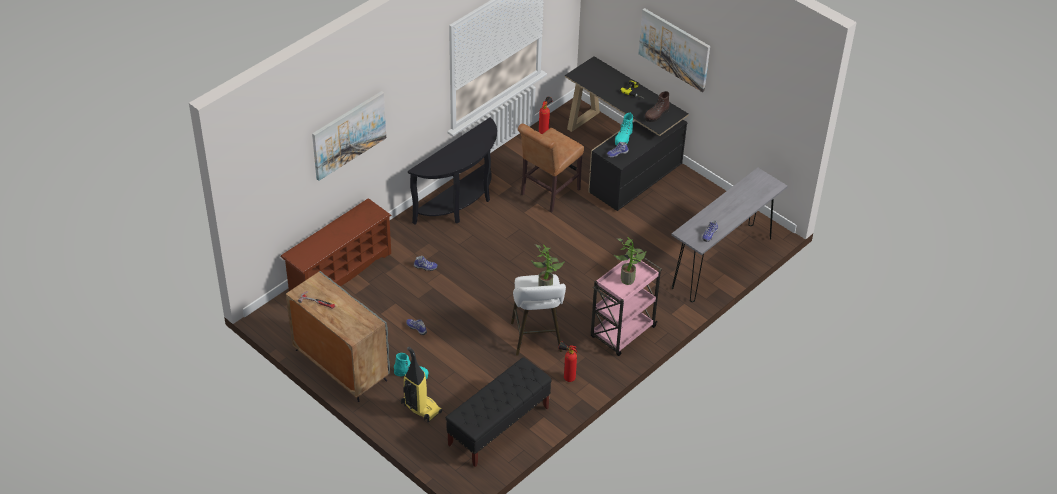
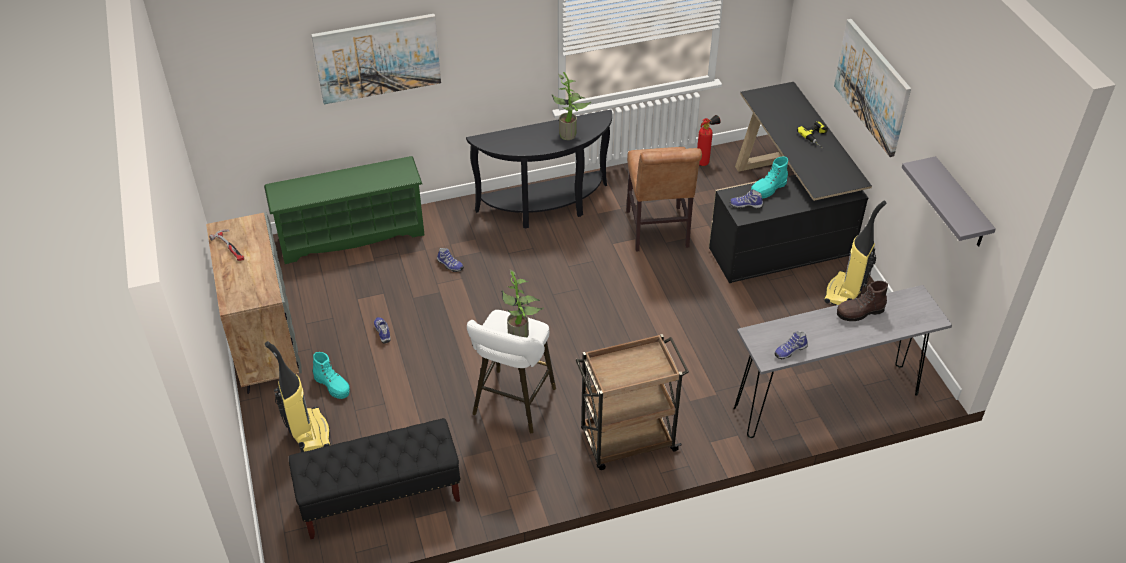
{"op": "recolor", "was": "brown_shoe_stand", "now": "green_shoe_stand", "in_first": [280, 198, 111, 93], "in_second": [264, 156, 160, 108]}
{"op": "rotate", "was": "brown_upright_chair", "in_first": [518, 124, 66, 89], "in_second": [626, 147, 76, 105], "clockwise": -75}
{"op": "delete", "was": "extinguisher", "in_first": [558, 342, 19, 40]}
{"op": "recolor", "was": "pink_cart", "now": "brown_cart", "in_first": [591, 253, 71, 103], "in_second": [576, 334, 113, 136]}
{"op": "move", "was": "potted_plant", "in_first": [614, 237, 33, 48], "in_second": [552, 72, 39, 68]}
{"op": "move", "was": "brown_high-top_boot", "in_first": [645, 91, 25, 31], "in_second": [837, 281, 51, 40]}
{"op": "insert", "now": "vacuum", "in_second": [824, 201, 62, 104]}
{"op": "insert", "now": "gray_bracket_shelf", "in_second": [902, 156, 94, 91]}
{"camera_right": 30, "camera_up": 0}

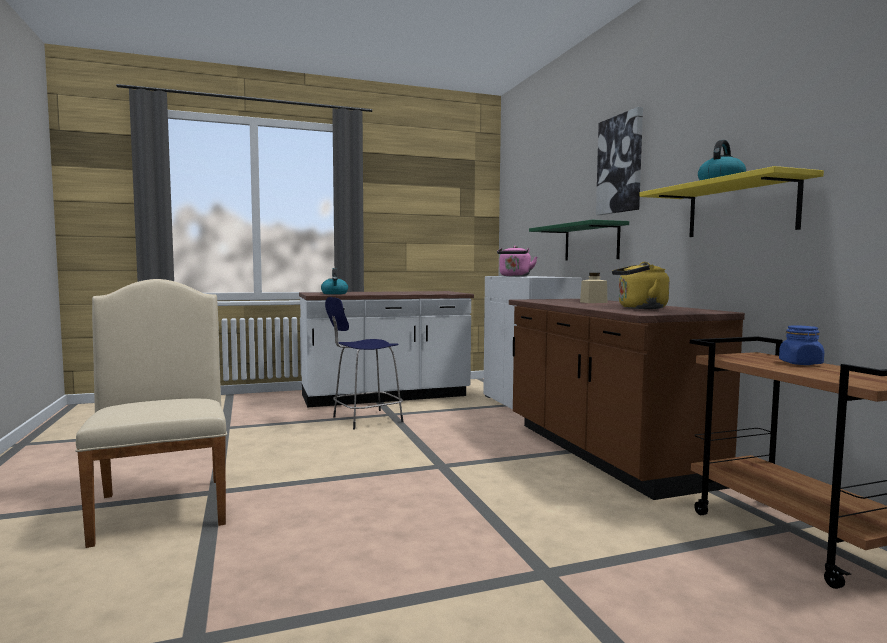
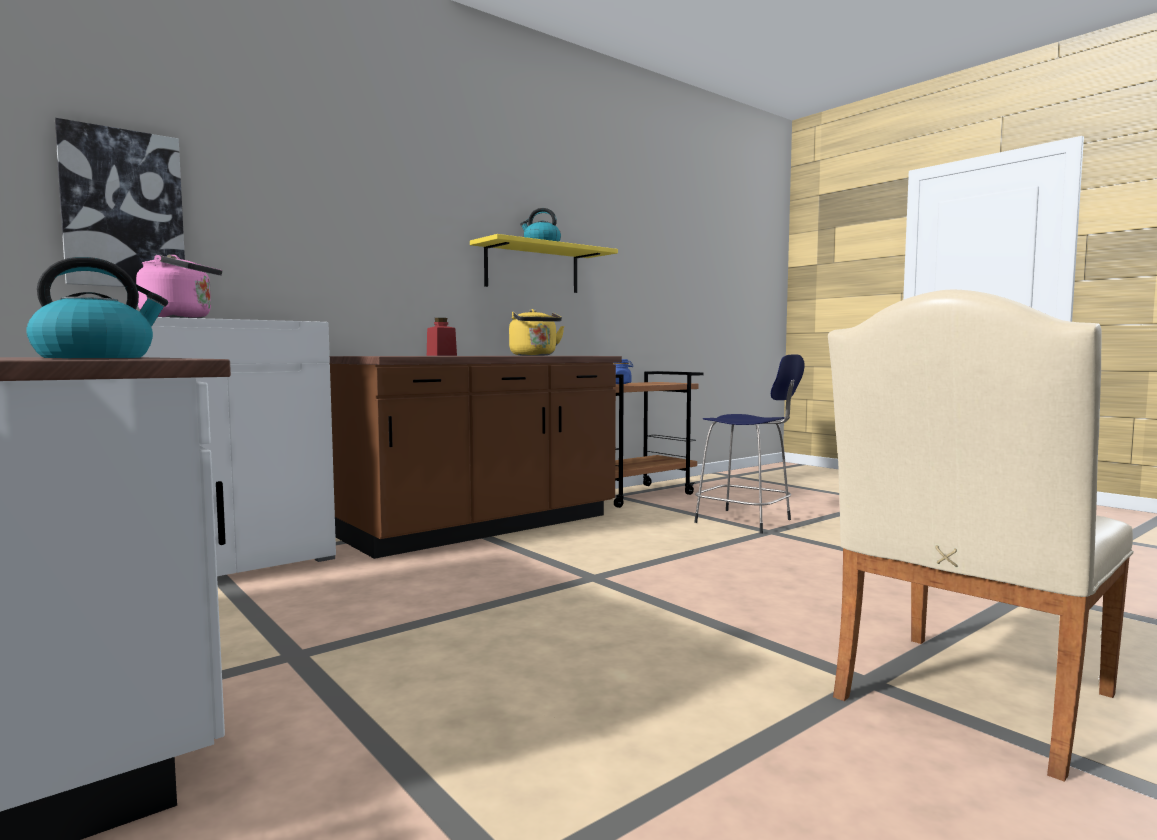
{"op": "move", "was": "bluish_stool_seat", "in_first": [325, 297, 78, 133], "in_second": [694, 354, 111, 180]}
{"op": "delete", "was": "green_bracket_shelf", "in_first": [529, 220, 100, 41]}
{"op": "recolor", "was": "beige-coloured_storage_jar", "now": "reddish_storage_jar", "in_first": [580, 273, 27, 30], "in_second": [427, 318, 30, 38]}
{"op": "move", "was": "picture", "in_first": [596, 107, 47, 108], "in_second": [55, 118, 130, 169]}
{"camera_right": -110, "camera_up": 0}

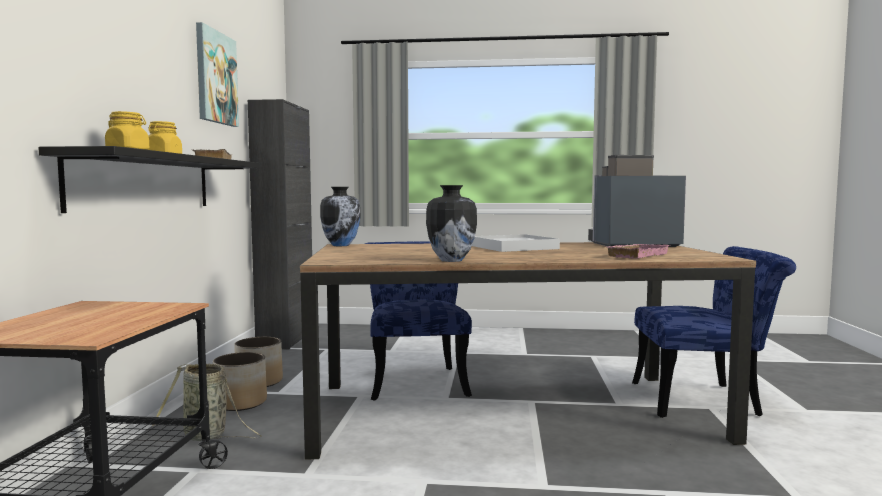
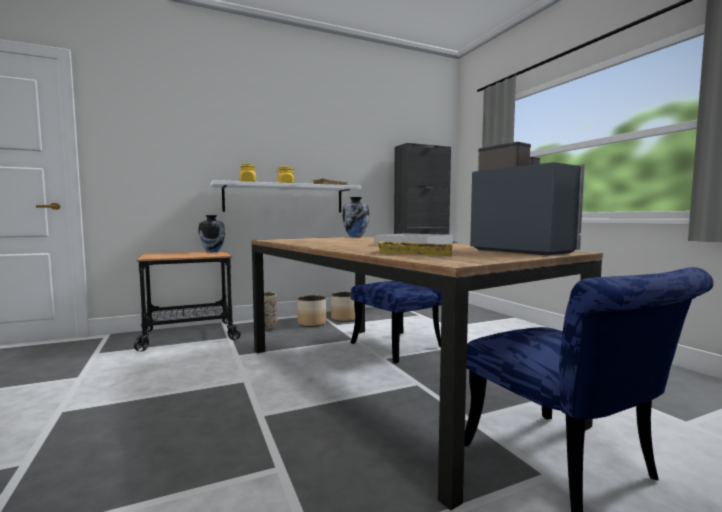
{"op": "recolor", "was": "black_bracket_shelf", "now": "whitish_bracket_shelf", "in_first": [38, 146, 222, 67], "in_second": [210, 180, 152, 33]}
{"op": "delete", "was": "picture", "in_first": [196, 22, 43, 105]}
{"op": "move", "was": "decorative_vase", "in_first": [426, 185, 51, 77], "in_second": [199, 215, 26, 37]}
{"op": "recolor", "was": "pink_tray", "now": "yellow_tray", "in_first": [607, 244, 62, 14], "in_second": [376, 241, 78, 15]}
{"camera_right": 60, "camera_up": 0}

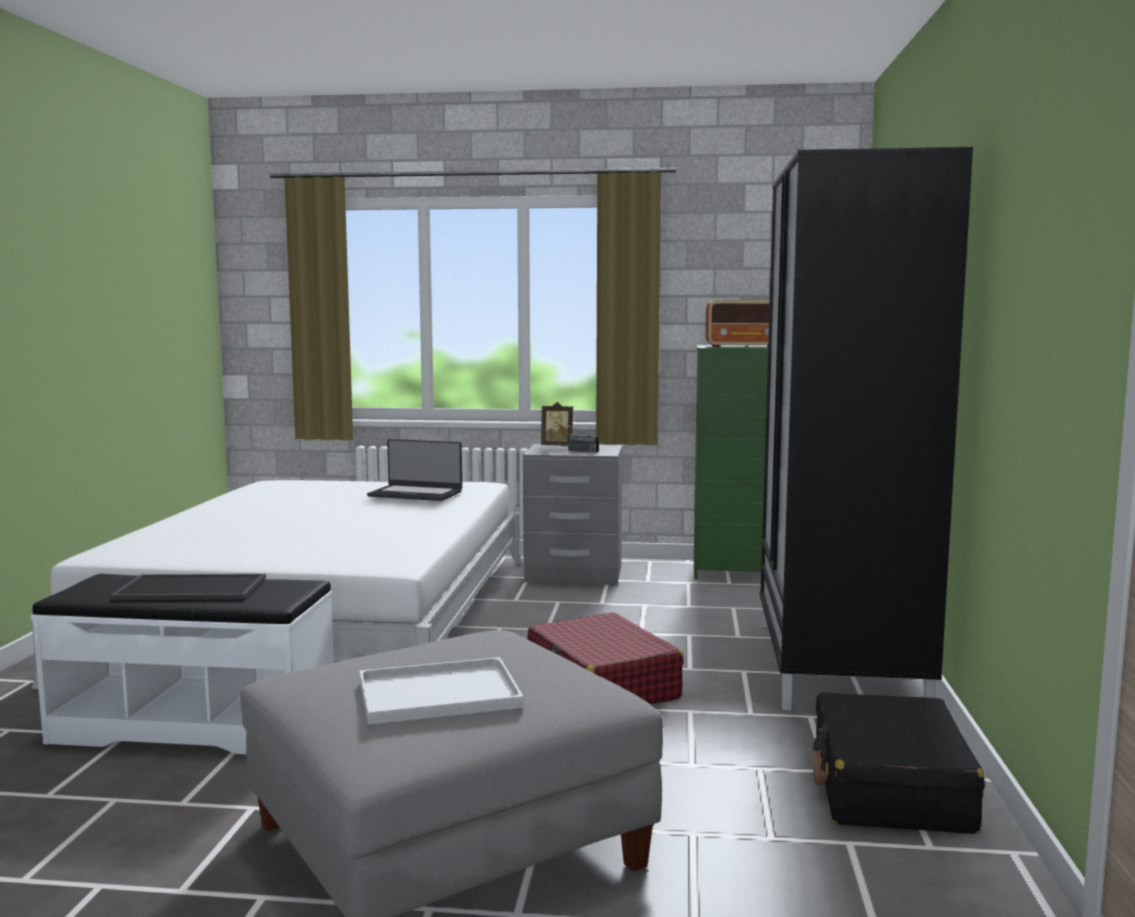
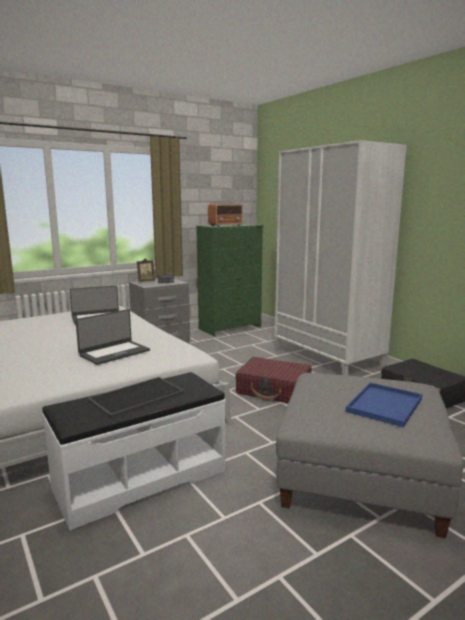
{"op": "recolor", "was": "whitish_tray", "now": "bluish_tray", "in_first": [359, 657, 165, 67], "in_second": [346, 383, 76, 44]}
{"op": "recolor", "was": "black_clothes_cupboard", "now": "whitish_clothes_cupboard", "in_first": [760, 147, 213, 563], "in_second": [274, 140, 133, 236]}
{"op": "insert", "now": "notebook_computer", "in_second": [76, 309, 74, 56]}
{"camera_right": -40, "camera_up": 5}

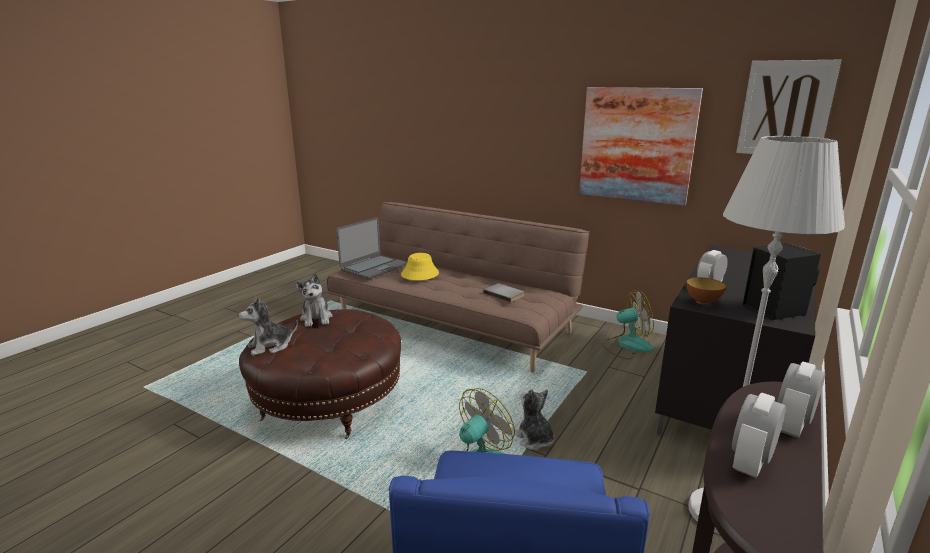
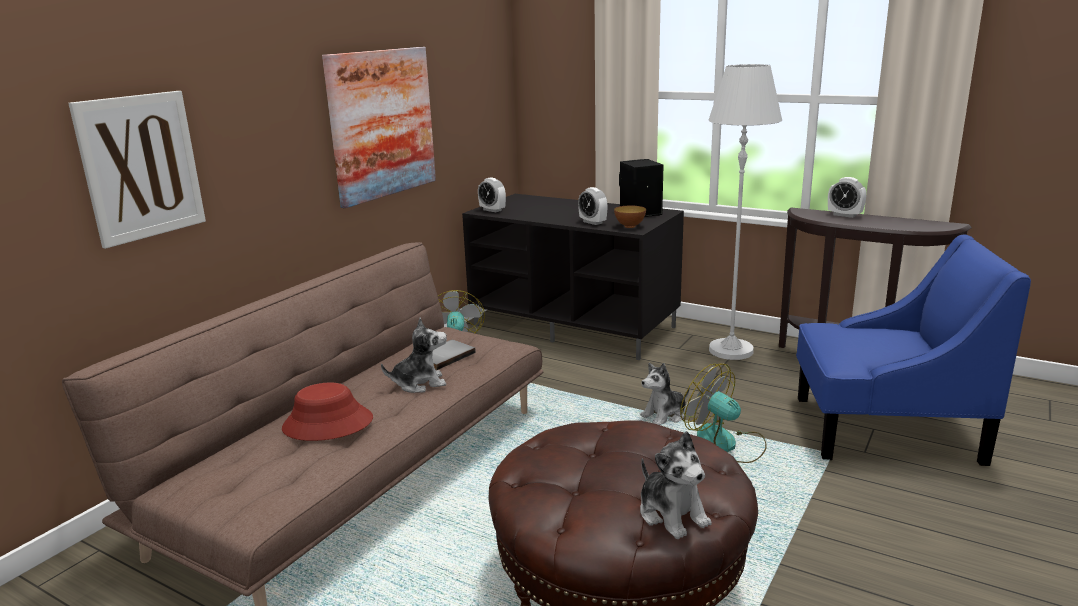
{"op": "move", "was": "cuddly_toy", "in_first": [295, 273, 38, 54], "in_second": [381, 317, 66, 76]}
{"op": "delete", "was": "notebook_computer", "in_first": [336, 218, 71, 61]}
{"op": "recolor", "was": "yellow_hat", "now": "reddish_hat", "in_first": [401, 253, 38, 27], "in_second": [282, 383, 91, 58]}
{"op": "move", "was": "alarm_clock", "in_first": [732, 393, 54, 86], "in_second": [478, 178, 28, 34]}
{"op": "move", "was": "picture", "in_first": [736, 60, 106, 94], "in_second": [68, 91, 138, 158]}
{"camera_right": -90, "camera_up": 0}

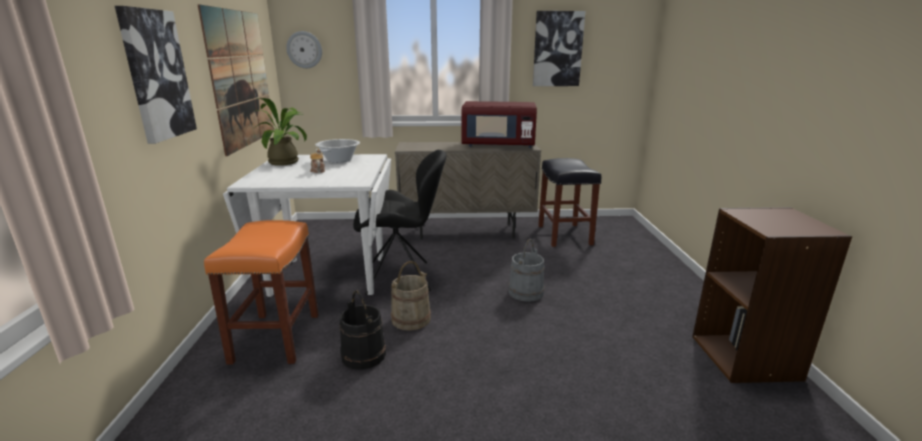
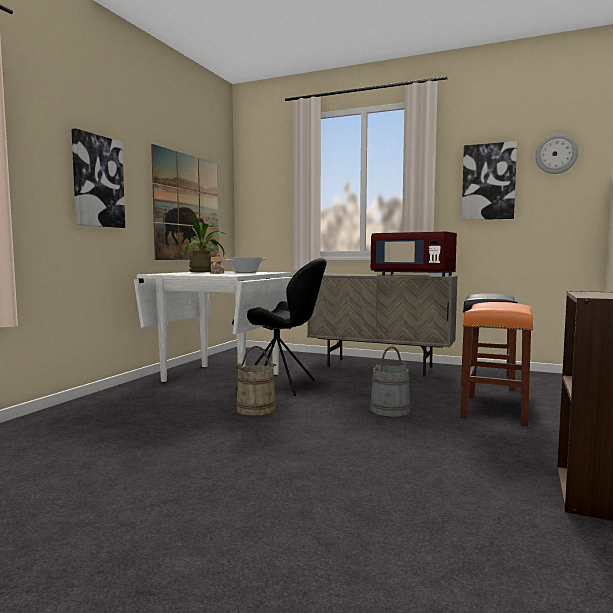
{"op": "move", "was": "orangey_stool_seat", "in_first": [204, 220, 115, 145], "in_second": [460, 302, 73, 124]}
{"op": "move", "was": "wall_clock", "in_first": [286, 31, 36, 37], "in_second": [535, 134, 43, 40]}
{"op": "delete", "was": "black_water_bucket", "in_first": [340, 290, 46, 80]}
{"camera_right": 25, "camera_up": -15}

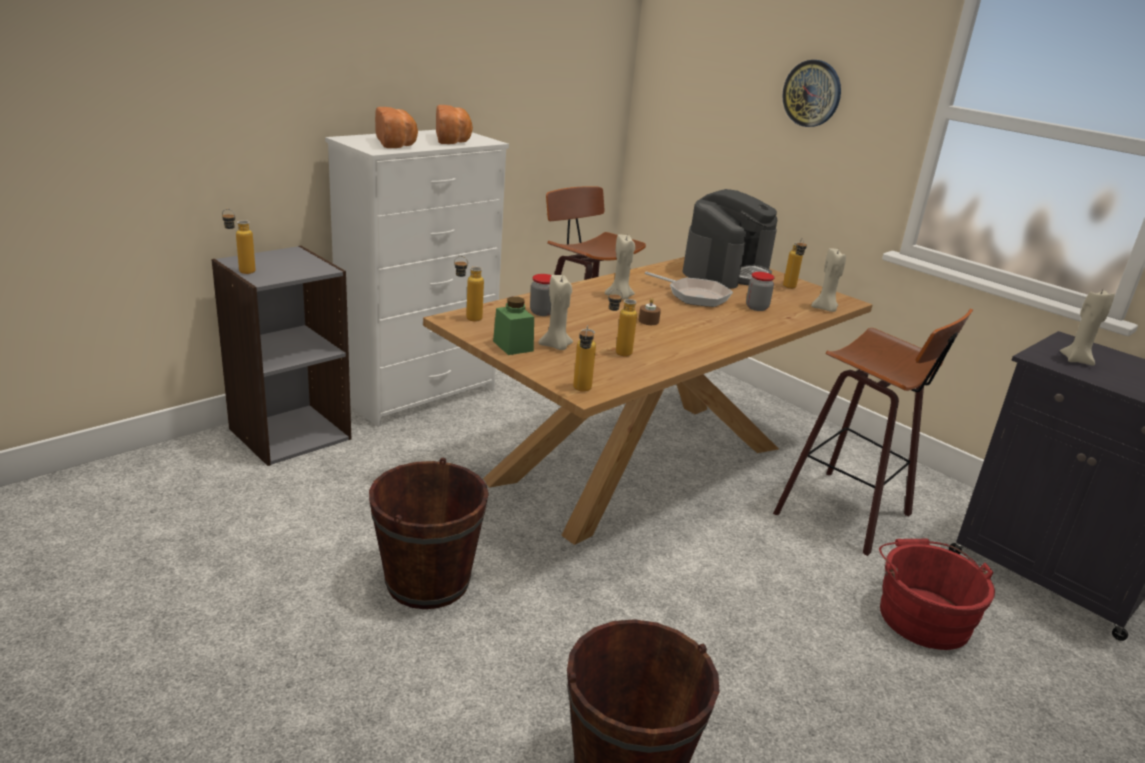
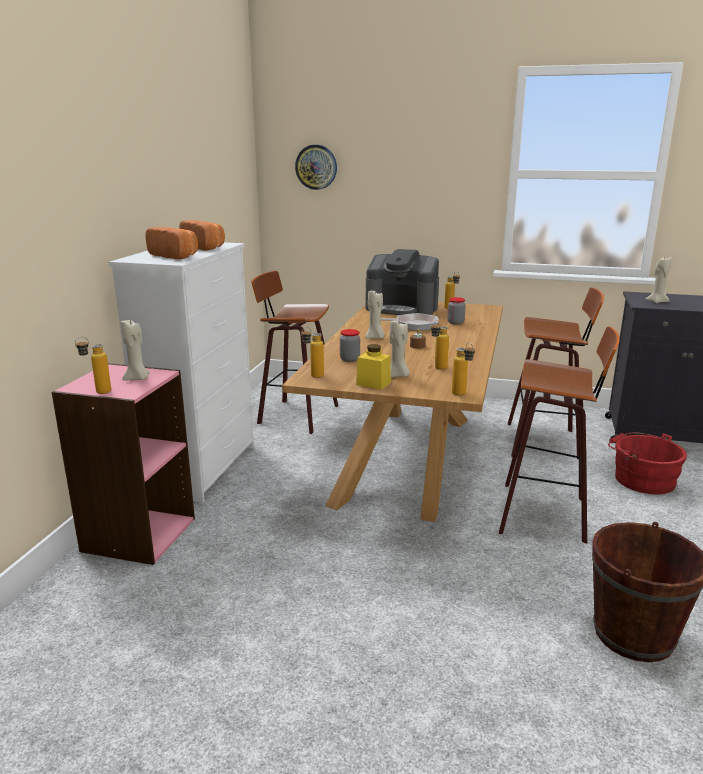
{"op": "recolor", "was": "gray_bookcase", "now": "pink_bookcase", "in_first": [211, 246, 140, 220], "in_second": [51, 363, 144, 202]}
{"op": "delete", "was": "brown_water_bucket", "in_first": [369, 458, 120, 151]}
{"op": "recolor", "was": "green_storage_jar", "now": "yellow_storage_jar", "in_first": [493, 297, 41, 58], "in_second": [356, 344, 35, 46]}
{"op": "rotate", "was": "coffee_machine", "in_first": [682, 189, 95, 100], "in_second": [366, 249, 73, 66], "clockwise": 105}
{"op": "move", "was": "wall_clock", "in_first": [782, 60, 59, 67], "in_second": [295, 145, 42, 45]}
{"op": "move", "was": "beige-coloured_wax_candle", "in_first": [811, 248, 35, 64], "in_second": [121, 320, 29, 61]}
{"op": "insert", "now": "stool_seat", "in_second": [499, 326, 121, 217]}
{"camera_right": -30, "camera_up": -5}

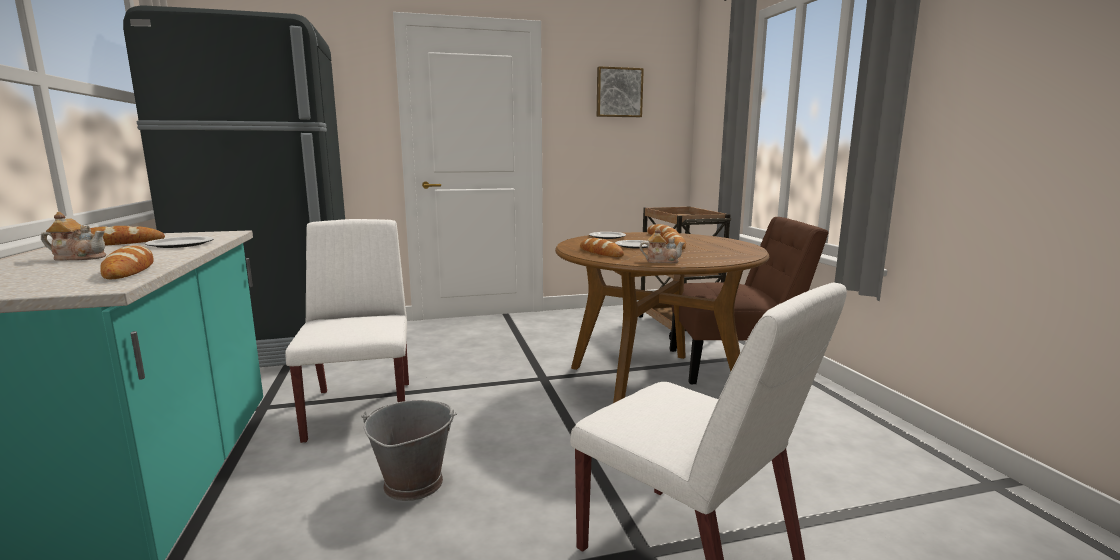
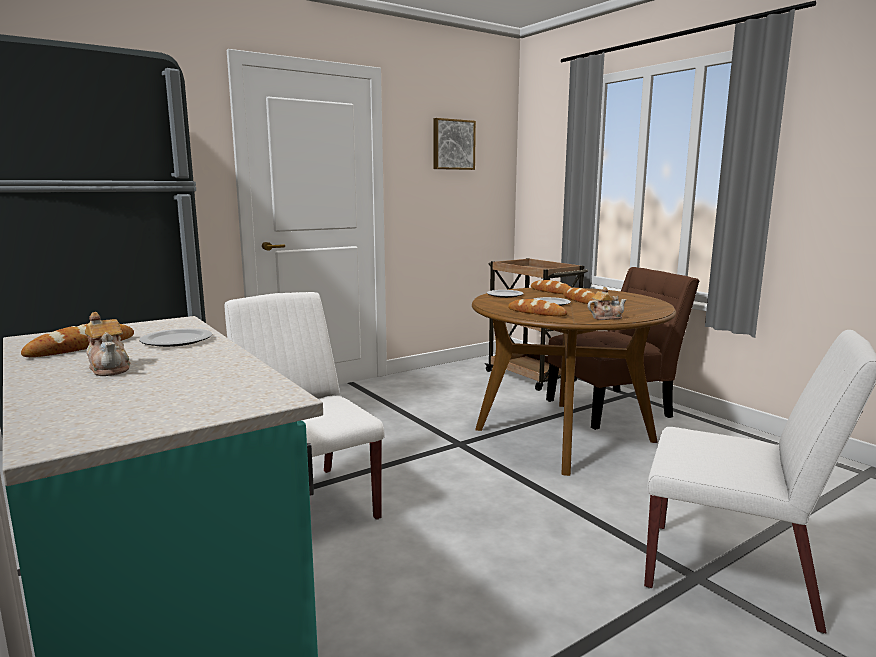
{"op": "rotate", "was": "teapot", "in_first": [41, 212, 65, 49], "in_second": [85, 312, 46, 64], "clockwise": 75}
{"op": "delete", "was": "bread", "in_first": [100, 245, 54, 34]}
{"op": "delete", "was": "gray_water_bucket", "in_first": [361, 400, 96, 101]}
{"camera_right": -20, "camera_up": 0}

